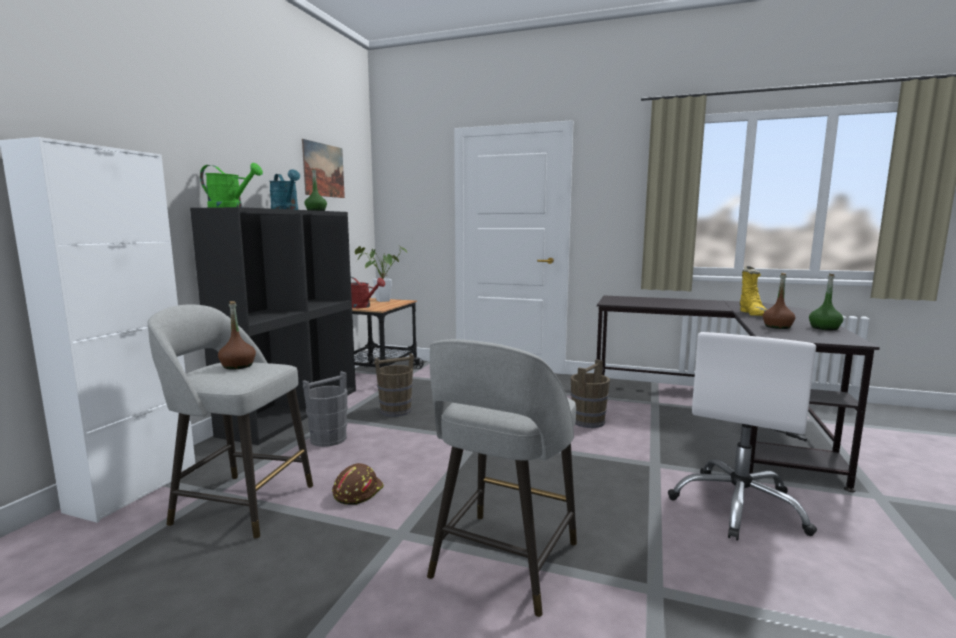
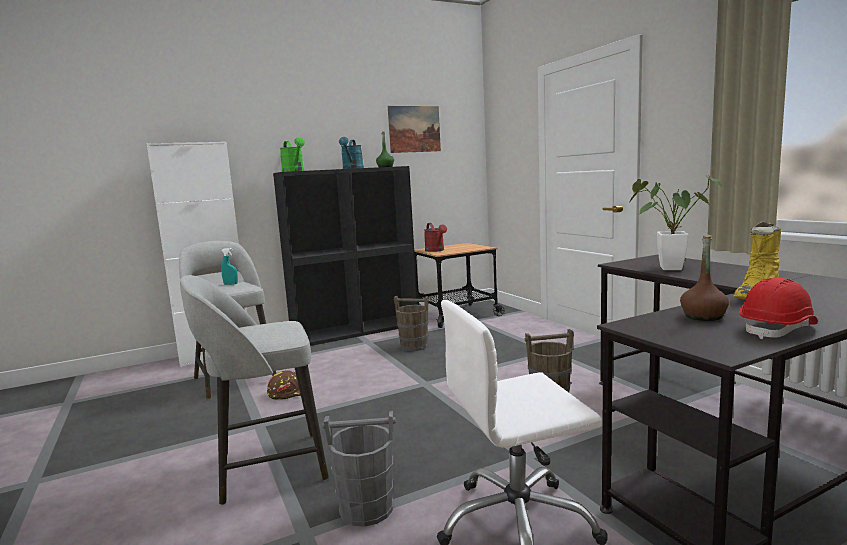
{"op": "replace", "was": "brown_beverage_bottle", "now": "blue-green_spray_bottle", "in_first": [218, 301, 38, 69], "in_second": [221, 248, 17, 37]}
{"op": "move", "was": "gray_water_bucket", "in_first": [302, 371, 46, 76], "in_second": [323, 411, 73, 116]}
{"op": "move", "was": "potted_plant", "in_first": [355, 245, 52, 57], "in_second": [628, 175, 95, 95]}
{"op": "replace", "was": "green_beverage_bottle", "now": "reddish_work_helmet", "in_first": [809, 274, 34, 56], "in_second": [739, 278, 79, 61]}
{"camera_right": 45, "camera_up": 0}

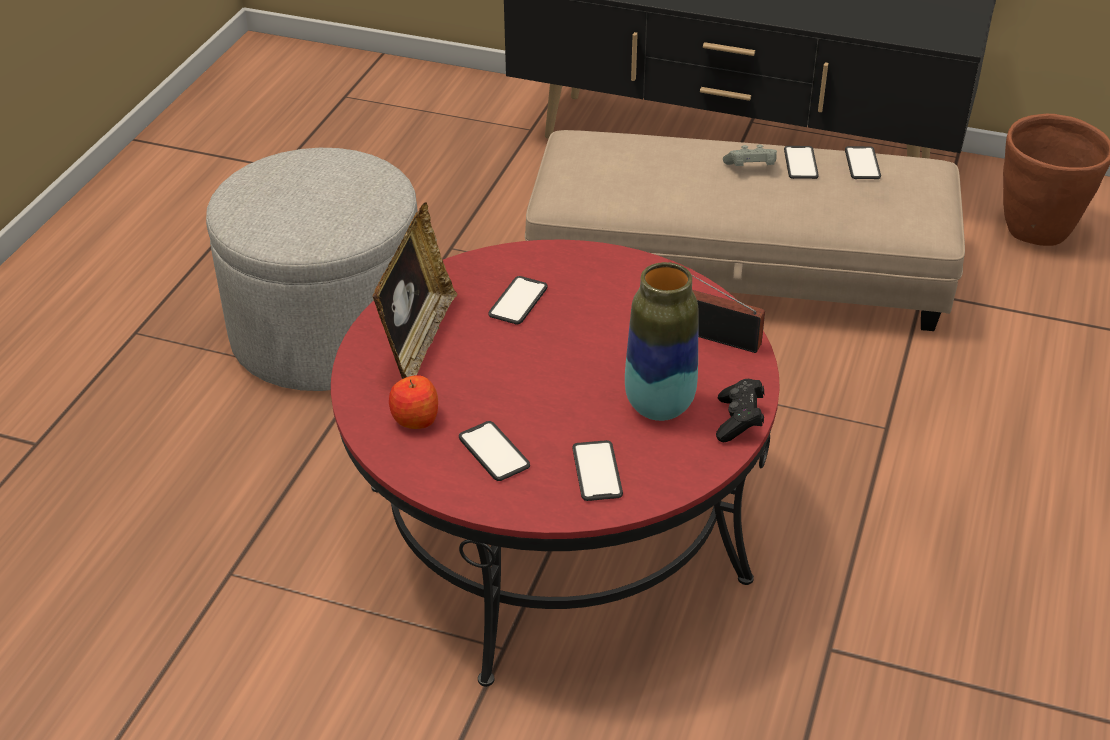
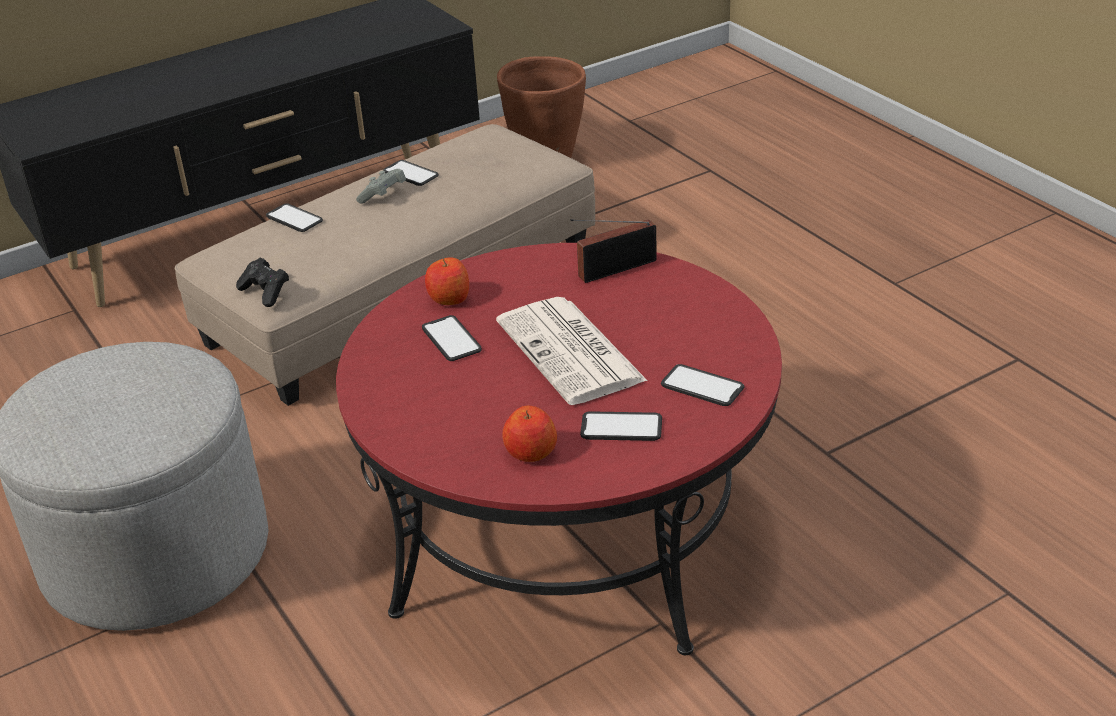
{"op": "delete", "was": "standing_frame", "in_first": [372, 202, 85, 177]}
{"op": "delete", "was": "decorative_vase", "in_first": [625, 262, 73, 159]}
{"op": "move", "was": "black_joypad", "in_first": [716, 379, 48, 63], "in_second": [236, 258, 53, 49]}
{"op": "move", "was": "telephone", "in_first": [845, 146, 36, 33], "in_second": [266, 203, 57, 29]}
{"op": "insert", "now": "apple_fruit", "in_second": [425, 257, 44, 48]}
{"op": "insert", "now": "printed_paper", "in_second": [496, 297, 152, 108]}
{"camera_right": -50, "camera_up": -5}

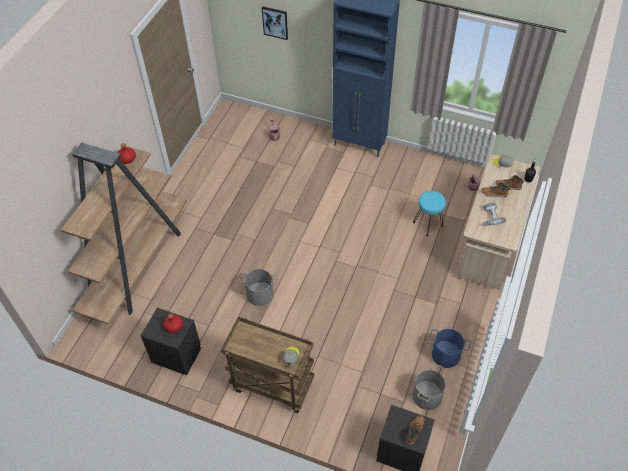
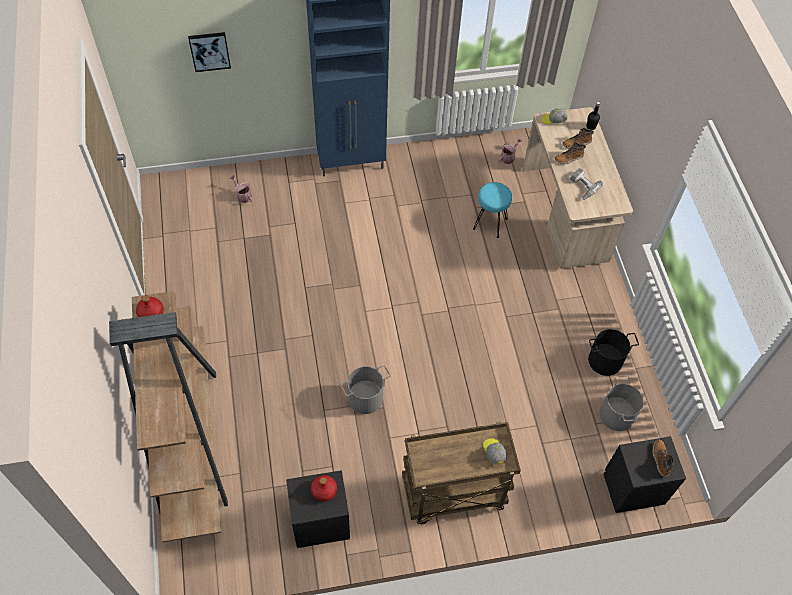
{"op": "recolor", "was": "bluish_water_bucket", "now": "black_water_bucket", "in_first": [429, 329, 42, 39], "in_second": [588, 329, 51, 47]}
{"camera_right": -35, "camera_up": 5}

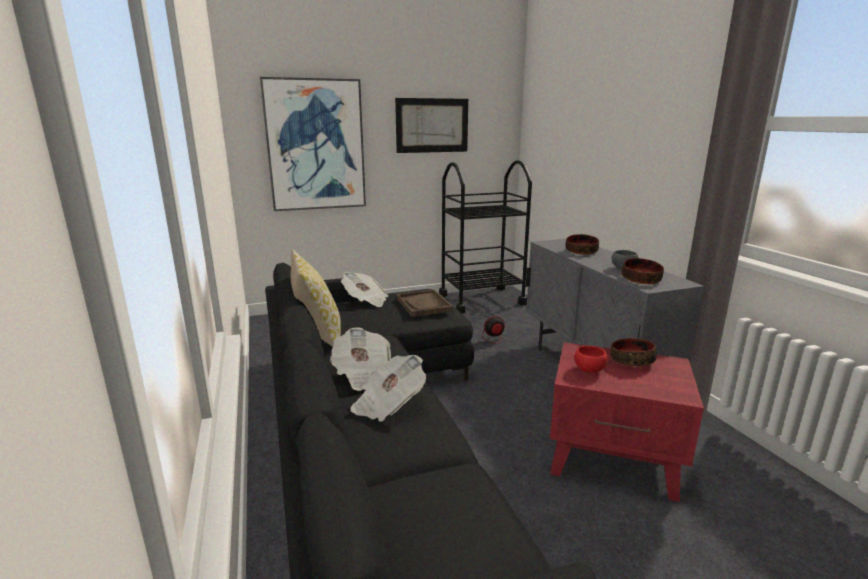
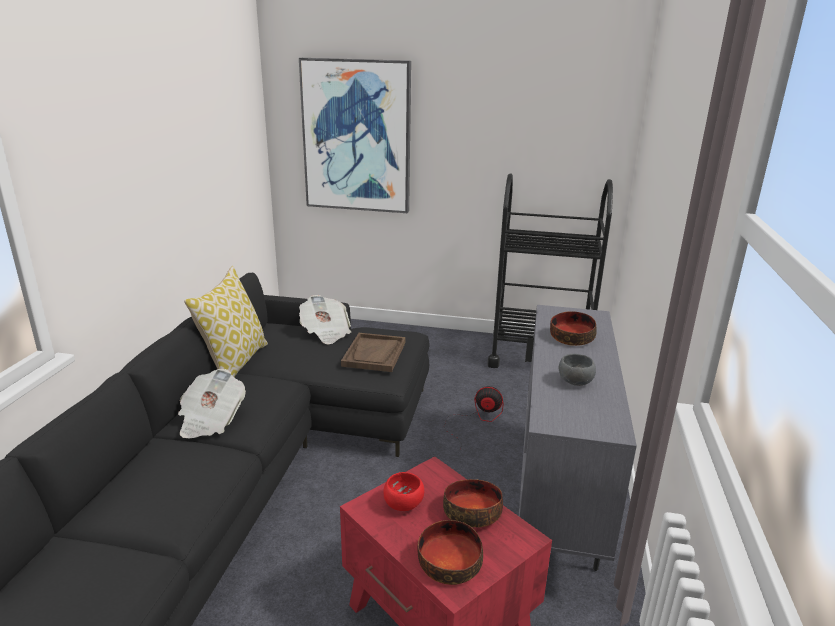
{"op": "delete", "was": "printed_paper", "in_first": [350, 355, 76, 66]}
{"op": "delete", "was": "picture", "in_first": [395, 98, 73, 55]}
{"op": "move", "was": "bowl", "in_first": [621, 258, 43, 26], "in_second": [418, 520, 65, 65]}
{"camera_right": 30, "camera_up": 5}

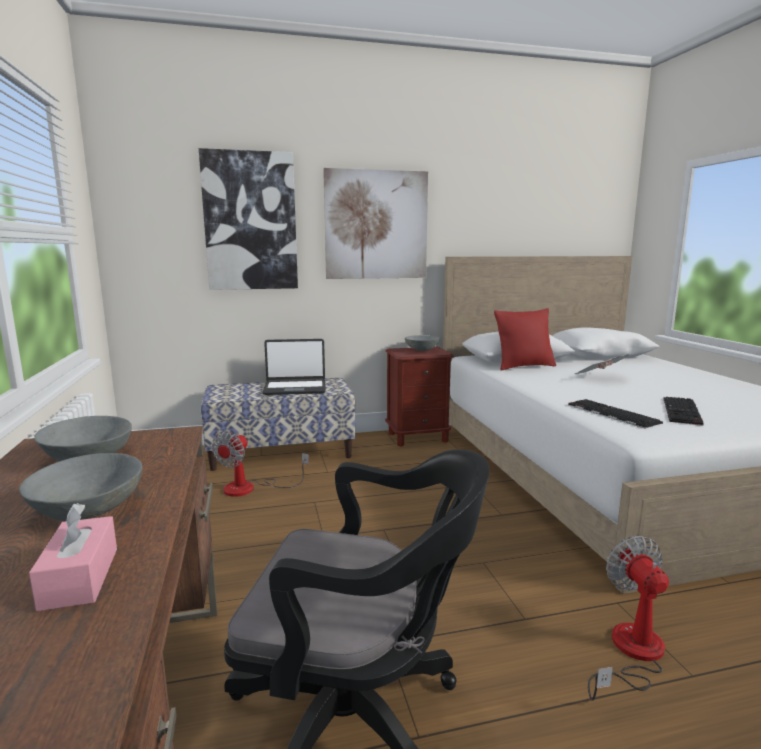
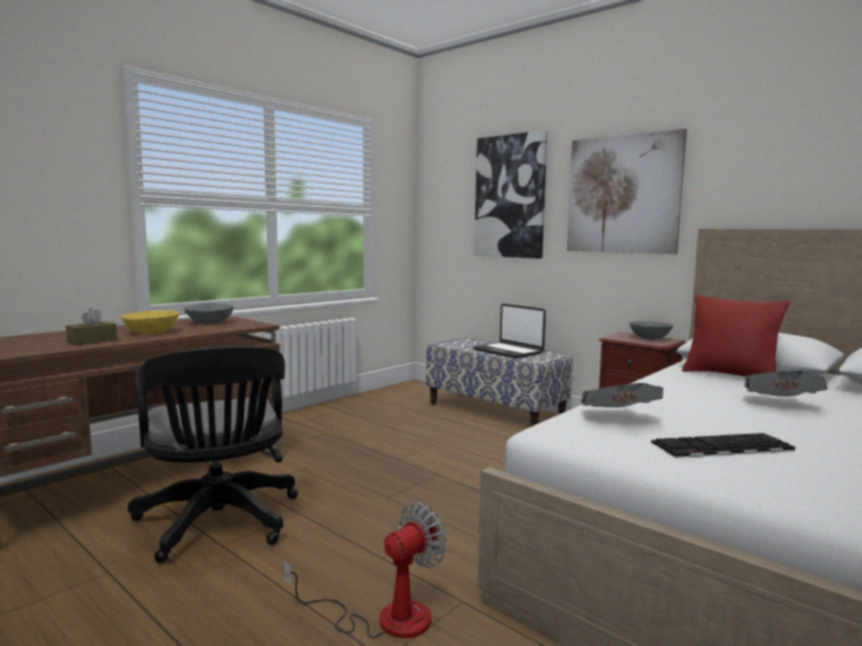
{"op": "recolor", "was": "gray_bowl", "now": "yellow_bowl", "in_first": [19, 453, 124, 68], "in_second": [121, 310, 58, 24]}
{"op": "recolor", "was": "pink_tissue_box", "now": "brown_tissue_box", "in_first": [29, 503, 88, 108], "in_second": [66, 308, 51, 37]}
{"op": "delete", "was": "cooling_fan", "in_first": [212, 431, 97, 66]}
{"op": "replace", "was": "PC_keyboard", "now": "printed_paper", "in_first": [568, 399, 95, 30], "in_second": [581, 383, 83, 25]}
{"camera_right": 55, "camera_up": -5}

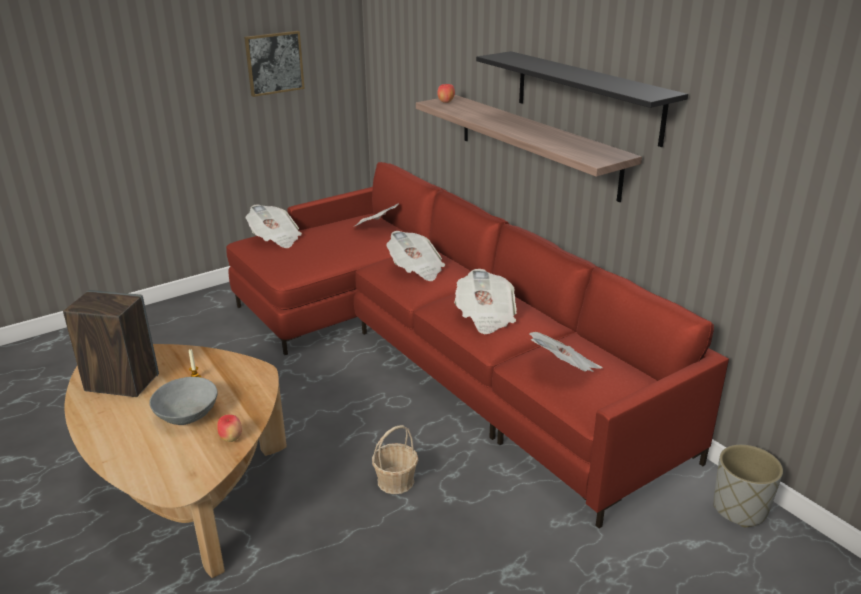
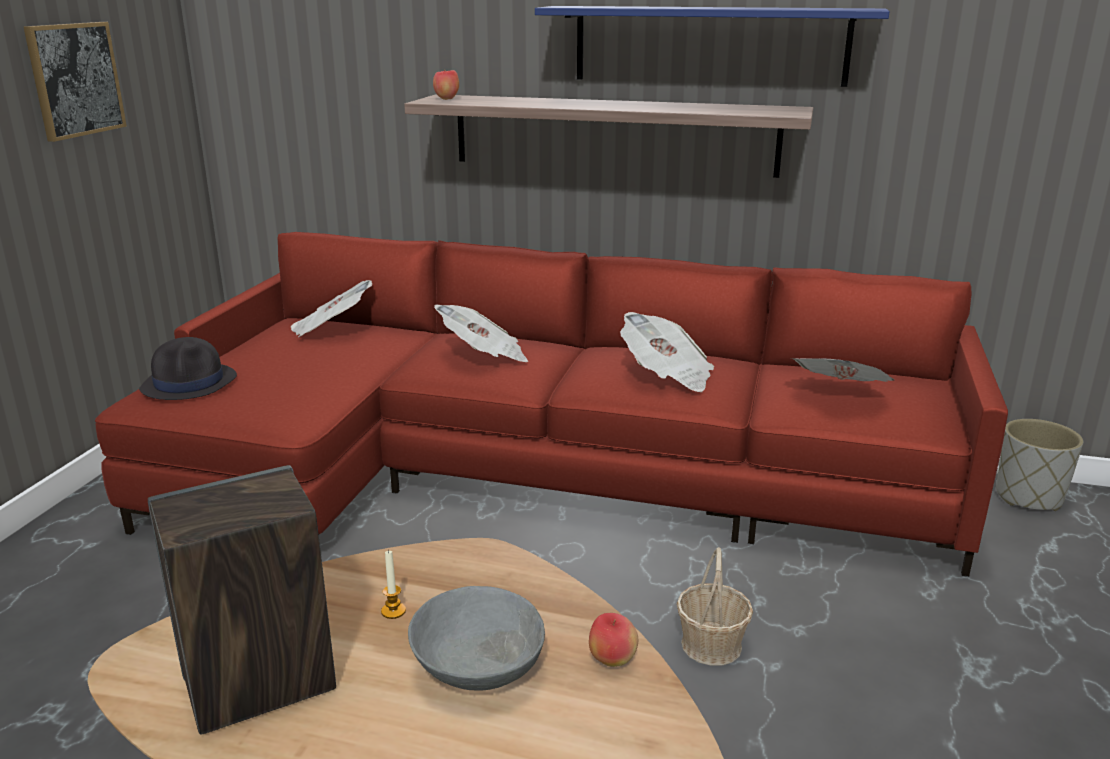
{"op": "replace", "was": "printed_paper", "now": "black_hat", "in_first": [246, 204, 56, 44], "in_second": [139, 337, 98, 63]}
{"op": "recolor", "was": "black_bracket_shelf", "now": "bluish_bracket_shelf", "in_first": [476, 51, 212, 96], "in_second": [535, 6, 355, 81]}
{"camera_right": -40, "camera_up": -5}

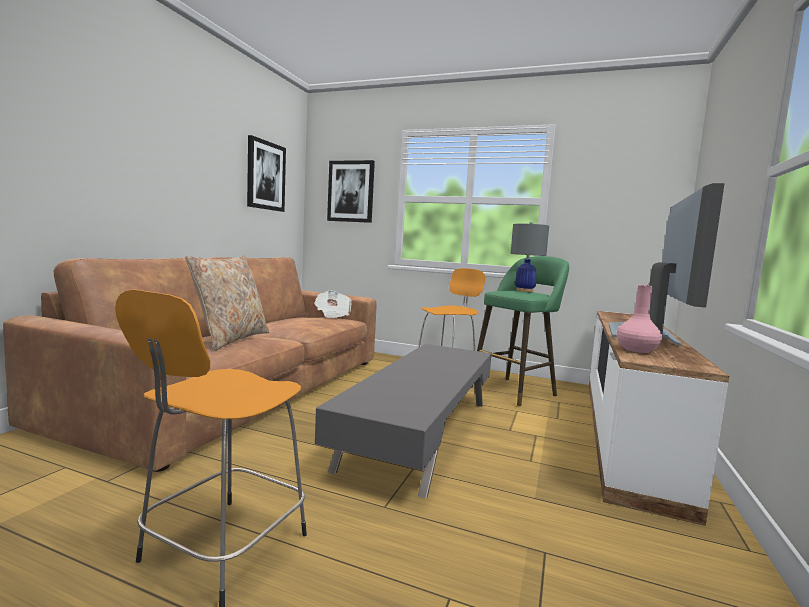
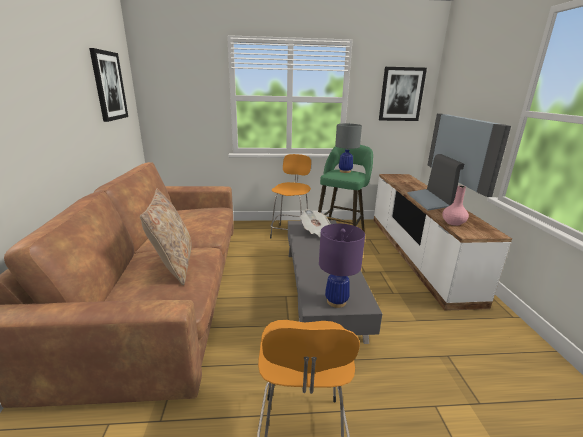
{"op": "move", "was": "printed_paper", "in_first": [314, 290, 38, 28], "in_second": [300, 209, 30, 28]}
{"op": "move", "was": "picture", "in_first": [327, 160, 48, 63], "in_second": [379, 67, 48, 54]}
{"op": "insert", "now": "purple-coloured_tabletop_lamp", "in_second": [319, 224, 46, 84]}
{"camera_right": -25, "camera_up": 15}

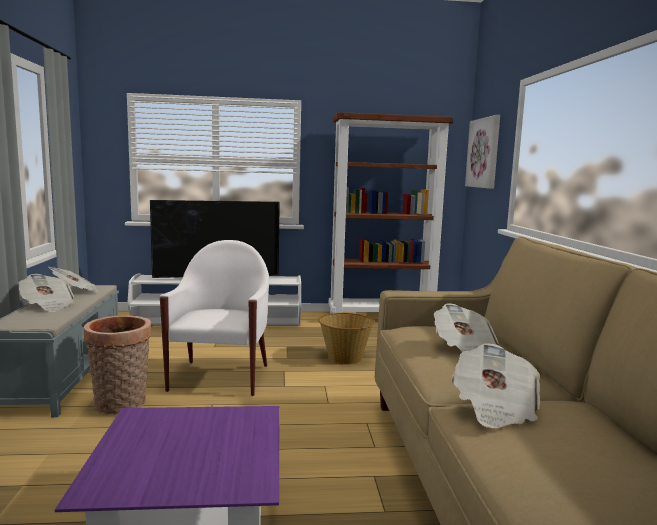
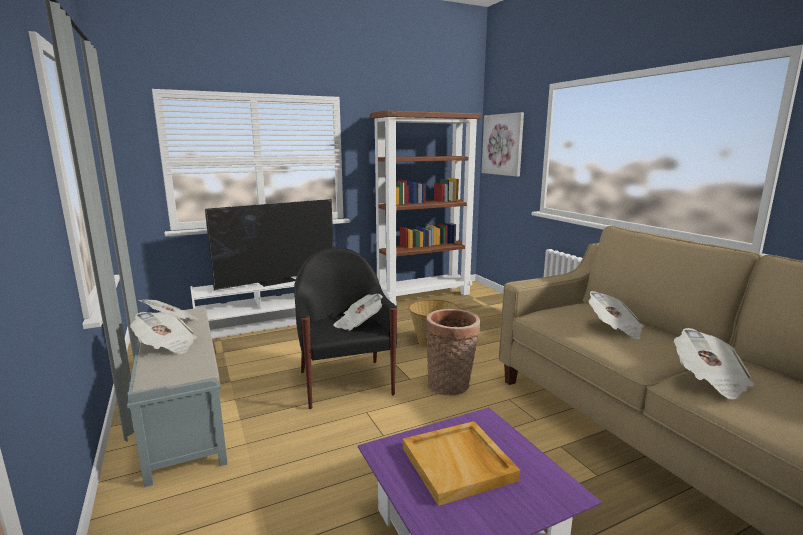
{"op": "move", "was": "basket", "in_first": [84, 315, 67, 100], "in_second": [426, 309, 54, 87]}
{"op": "recolor", "was": "whitish_armchair", "now": "black_armchair", "in_first": [160, 240, 109, 156], "in_second": [294, 247, 103, 162]}
{"op": "insert", "now": "printed_paper", "in_second": [334, 294, 49, 37]}
{"op": "insert", "now": "beige-coloured_tray", "in_second": [403, 421, 117, 85]}
{"camera_right": -20, "camera_up": 5}

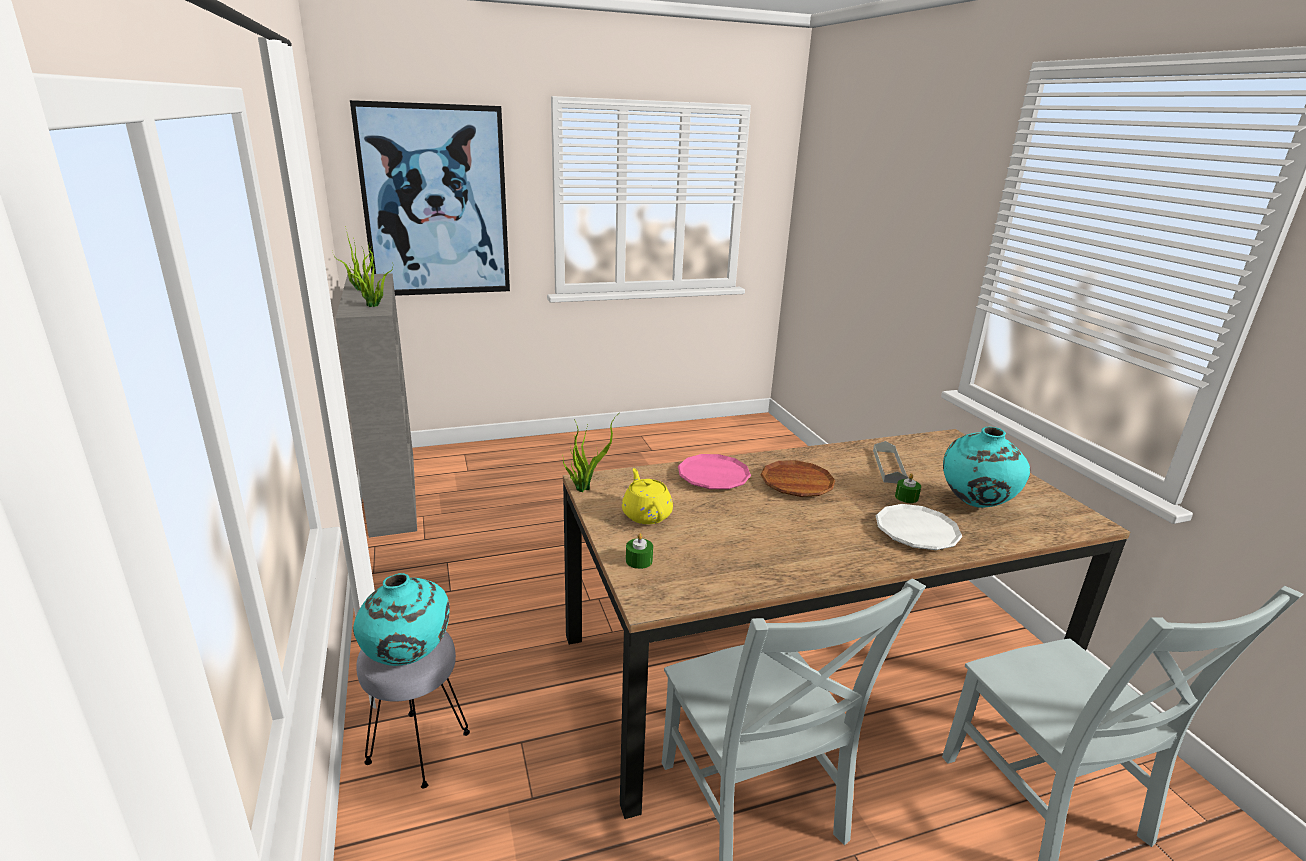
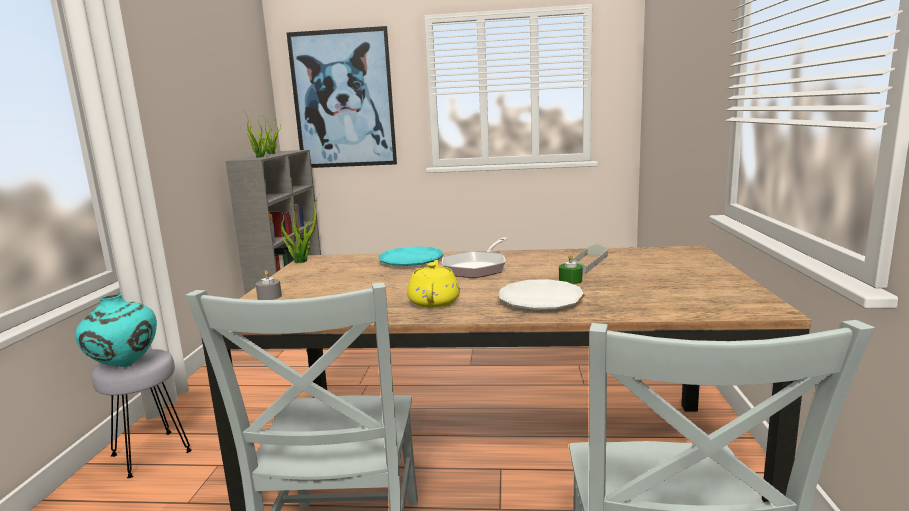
{"op": "move", "was": "yellow_teapot", "in_first": [622, 468, 51, 56], "in_second": [407, 260, 53, 48]}
{"op": "recolor", "was": "green_wax_candle", "now": "gray_wax_candle", "in_first": [626, 533, 27, 36], "in_second": [256, 270, 26, 30]}
{"op": "recolor", "was": "pink_flat_dish", "now": "blue-green_flat_dish", "in_first": [678, 454, 73, 35], "in_second": [379, 246, 65, 20]}
{"op": "replace", "was": "brown_flat_dish", "now": "pan", "in_first": [760, 460, 75, 37], "in_second": [442, 237, 66, 41]}
{"op": "delete", "was": "blue-green_decorative_vase", "in_first": [943, 427, 87, 81]}
{"camera_right": 25, "camera_up": -10}

